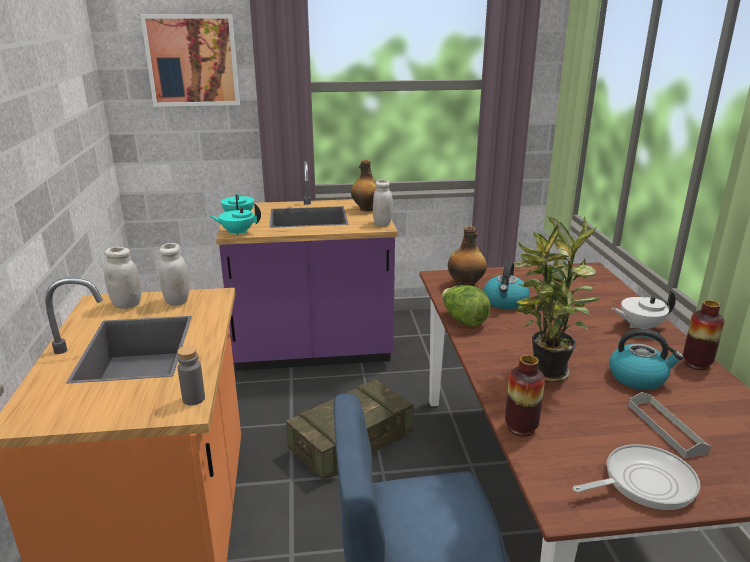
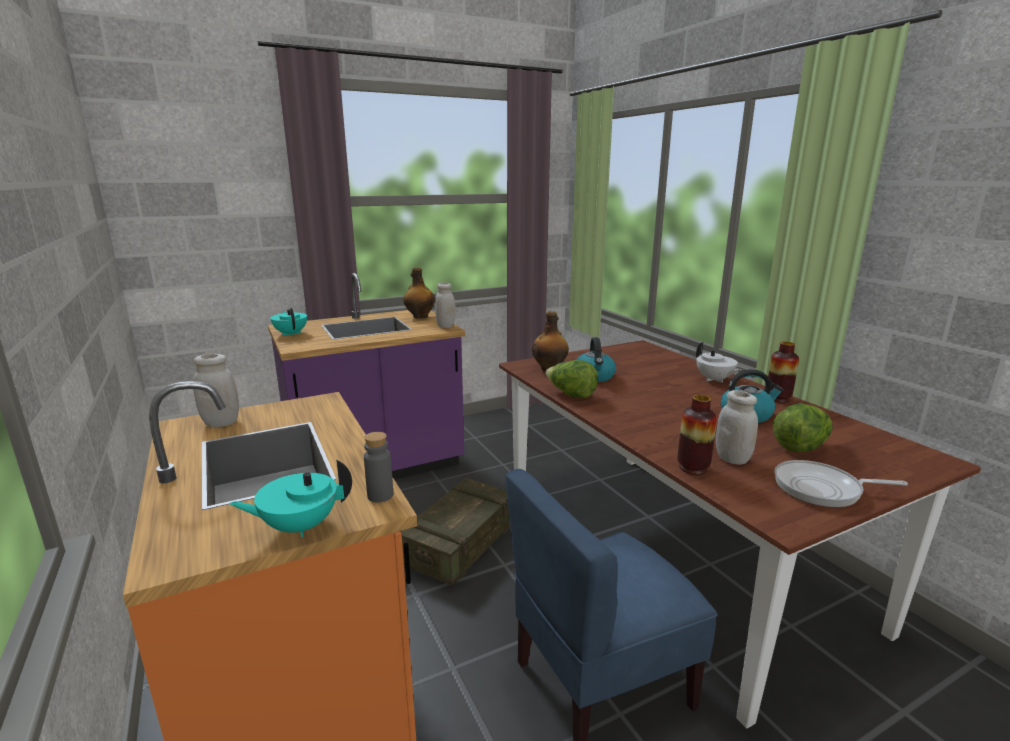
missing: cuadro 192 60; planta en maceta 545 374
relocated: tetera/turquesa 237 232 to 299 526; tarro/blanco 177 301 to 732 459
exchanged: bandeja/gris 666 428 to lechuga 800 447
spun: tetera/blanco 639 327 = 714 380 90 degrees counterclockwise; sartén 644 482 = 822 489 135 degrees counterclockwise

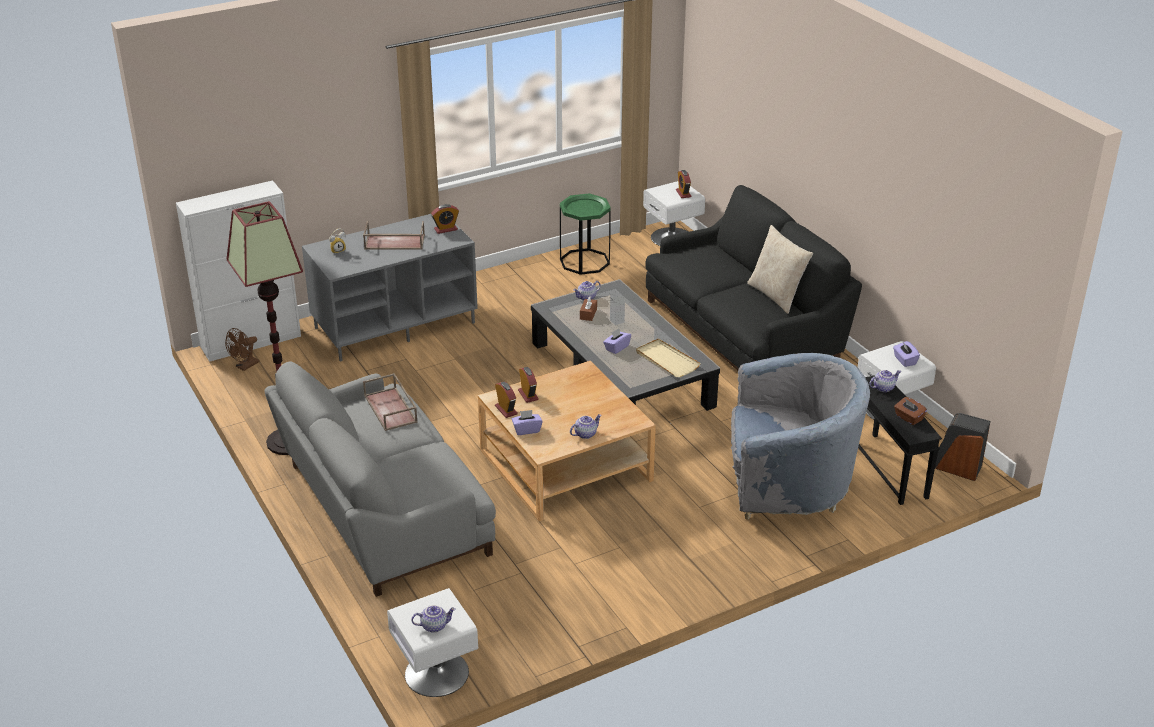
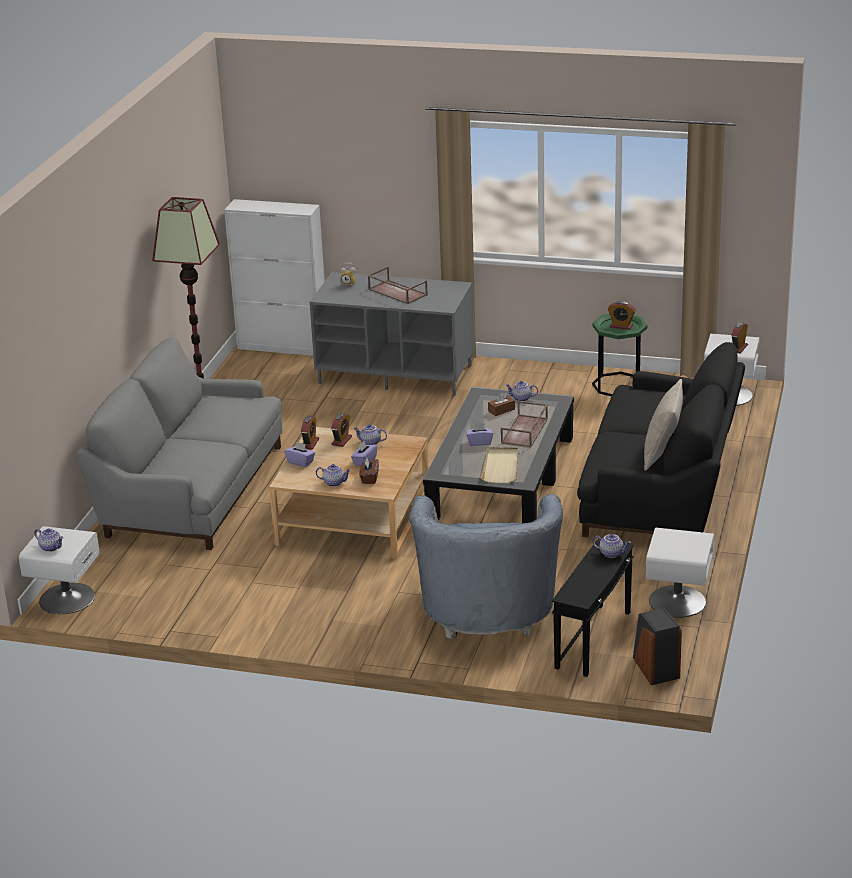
missing: ventilador/marrón 245 366
appeared: tetera 370 443
relocated: caja de pañuelos/morado 904 360 to 364 461; caja de pañuelos/marrón 908 418 to 369 478; bandeja/marrón 391 409 to 525 431; despertador 445 229 to 621 326
spun: sillón/gris 786 486 = 487 611 45 degrees clockwise

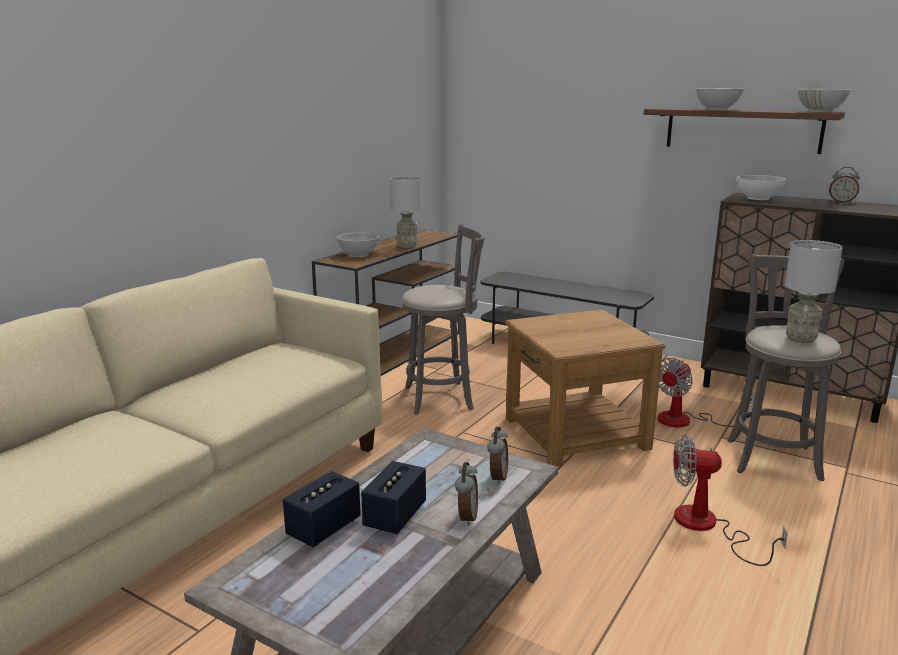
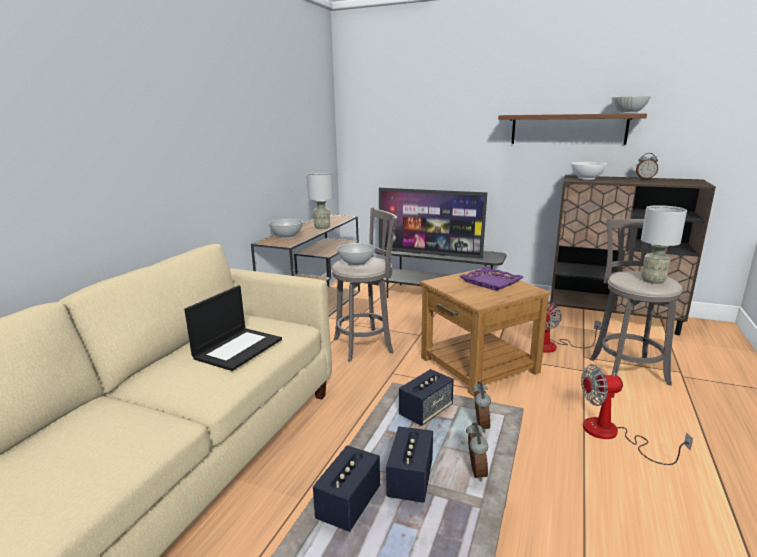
appeared: portátil 238 348; televisor 429 254; altavoz 426 412; bandeja/morado 490 282
relocated: cuenco/blanco 717 109 to 356 264

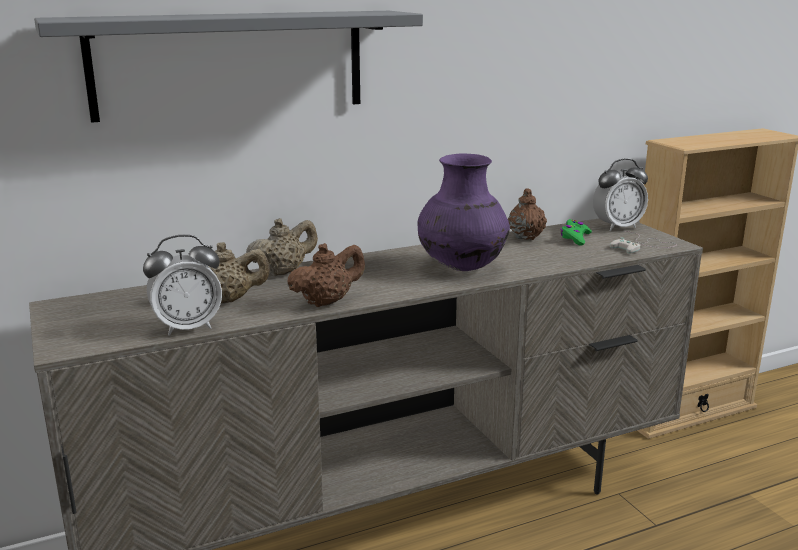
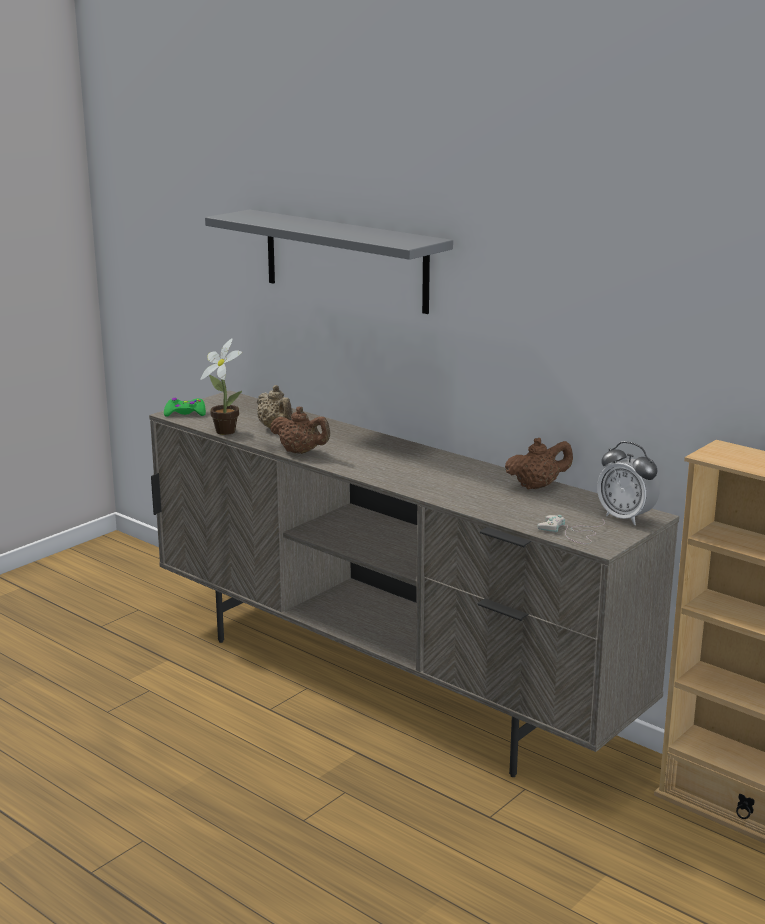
missing: tetera/beis 283 272; florero/morado 461 267
relocated: mando de consola/verde 575 238 to 185 413
exchanged: despertador 188 327 to planta en maceta 224 430

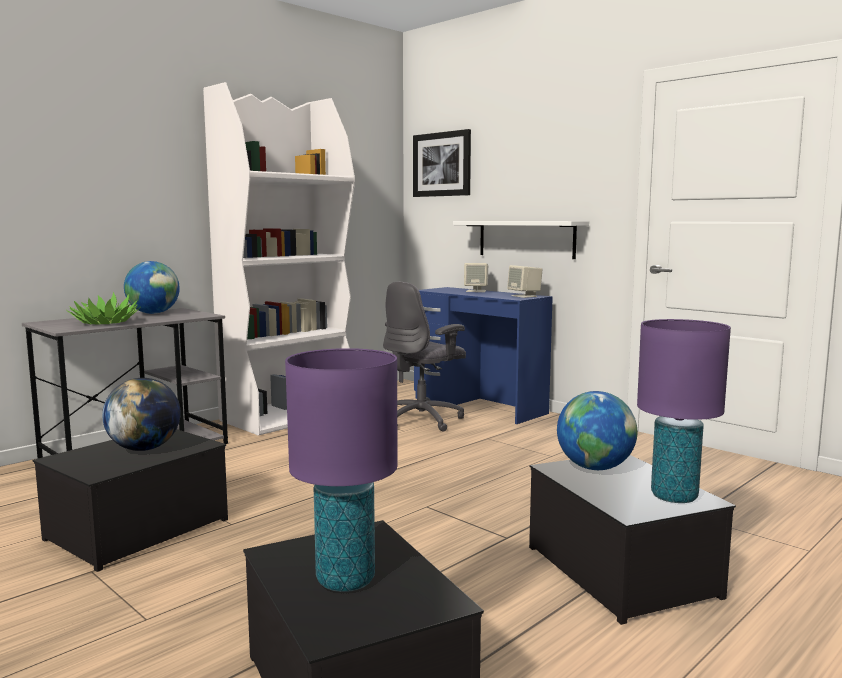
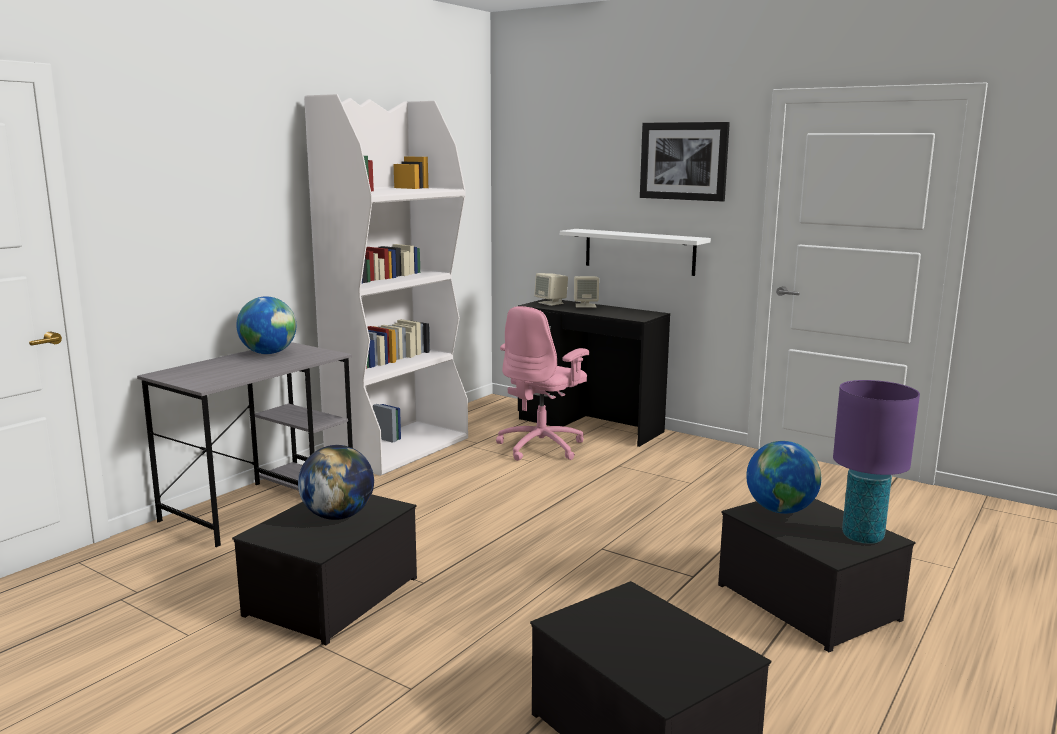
missing: planta en maceta 105 323; lámpara de mesa/morado 345 580
relocated: altavoz/beis 524 296 to 551 303; cuadro 442 164 to 684 161
colour: silla de oficina/gris 422 420 to silla de oficina/rosa 542 447; escritorio/azul 479 406 to escritorio/negro 590 425

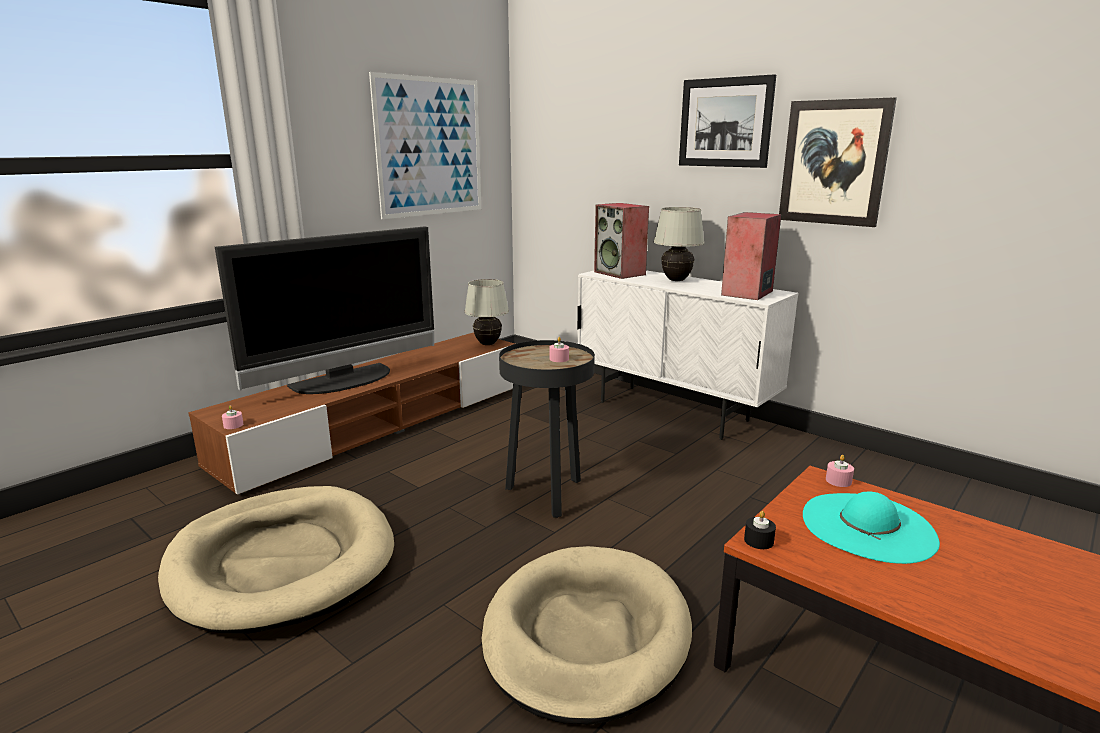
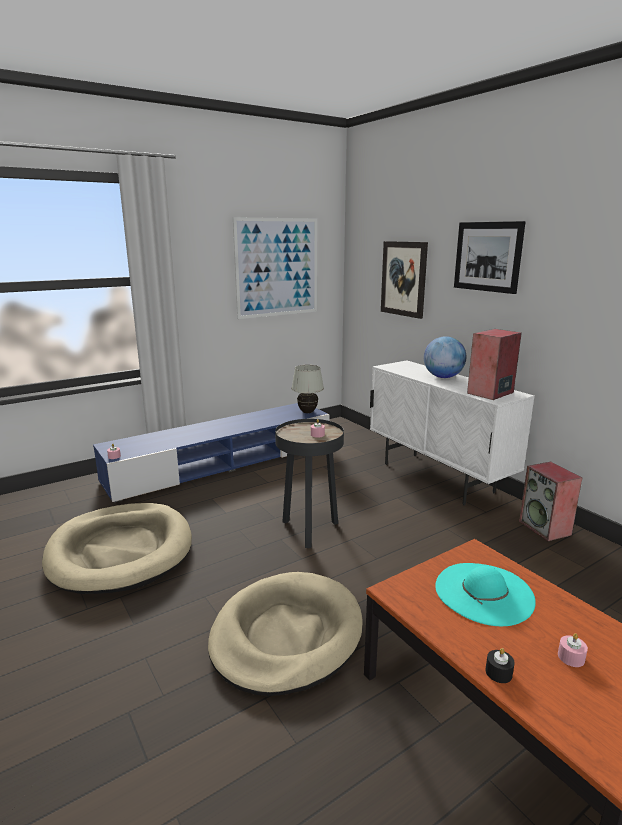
missing: televisor 345 381
relocated: cuadro 834 163 to 404 279; vela/negro 758 541 to 498 672; altavoz 620 273 to 545 528; vela/rosa 838 481 to 571 657
exchanged: lámpara de mesa/blanco 676 280 to globo terráqueo 443 377
colour: mueble de televisión/marrón 381 423 to mueble de televisión/azul 222 463

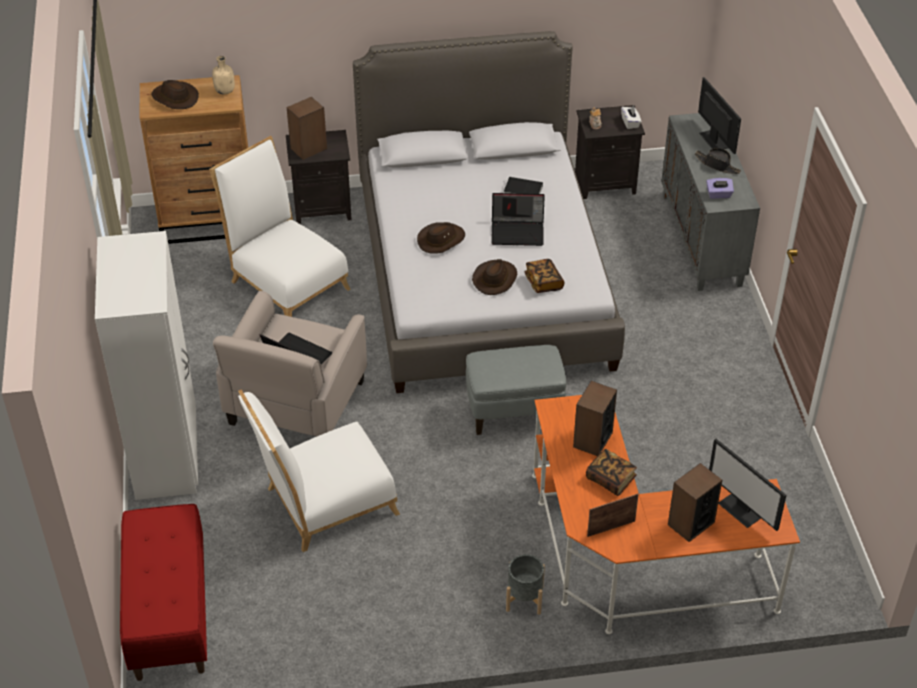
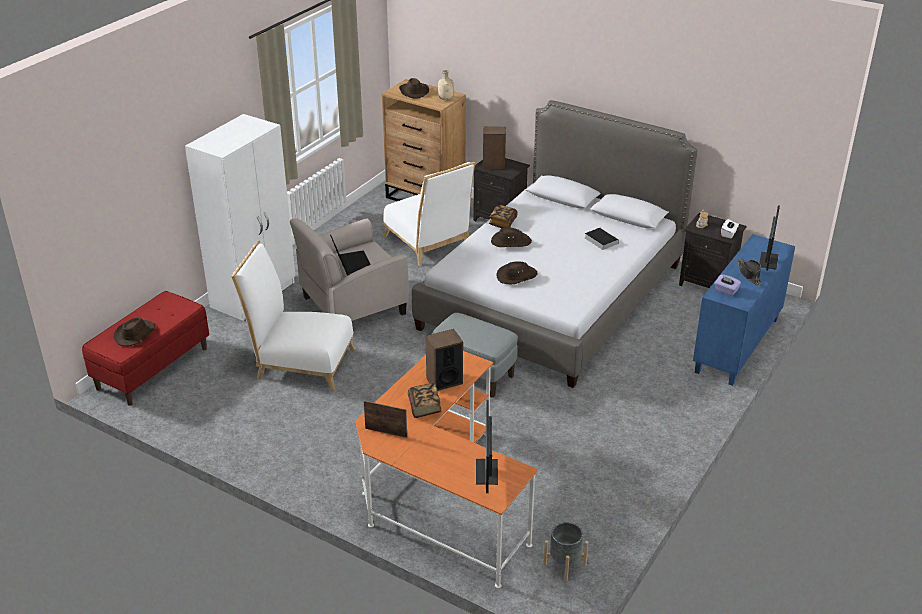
missing: portátil 518 231; altavoz 690 523
appeared: sombrero/marrón 135 334
relocated: libro 543 282 to 503 223; maceta/gris 525 599 to 565 565
colour: armario/gris 702 240 to armario/azul 737 346
spun: silla/blanco 285 281 = 429 244 150 degrees clockwise

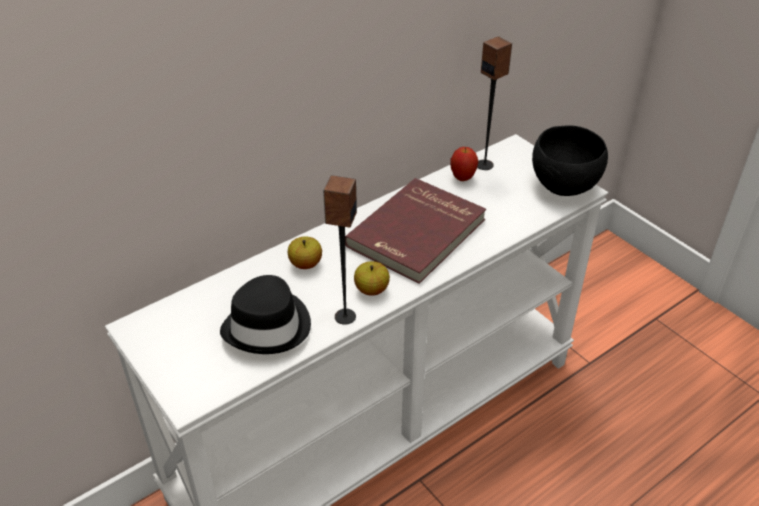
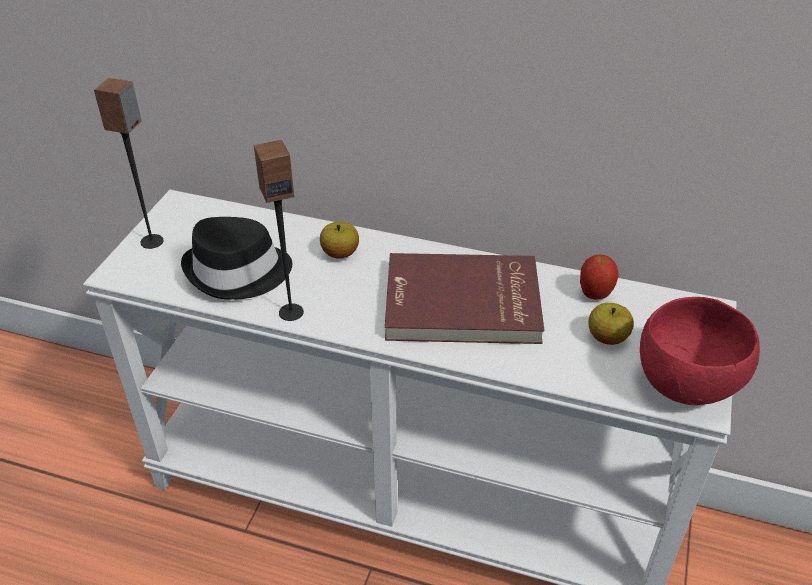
relocated: altavoz 485 165 to 152 242; manzana 371 290 to 607 337
colour: cuenco/negro 564 186 to cuenco/rojo 687 385

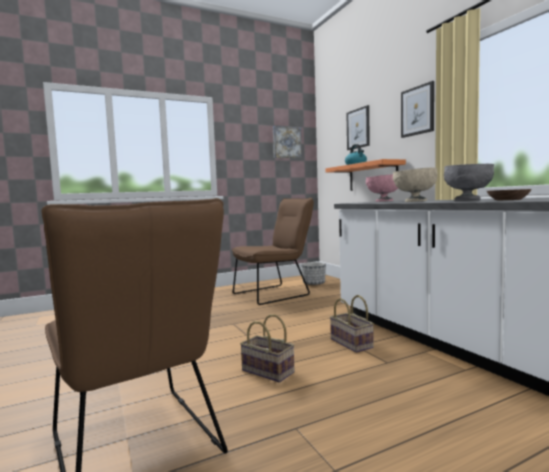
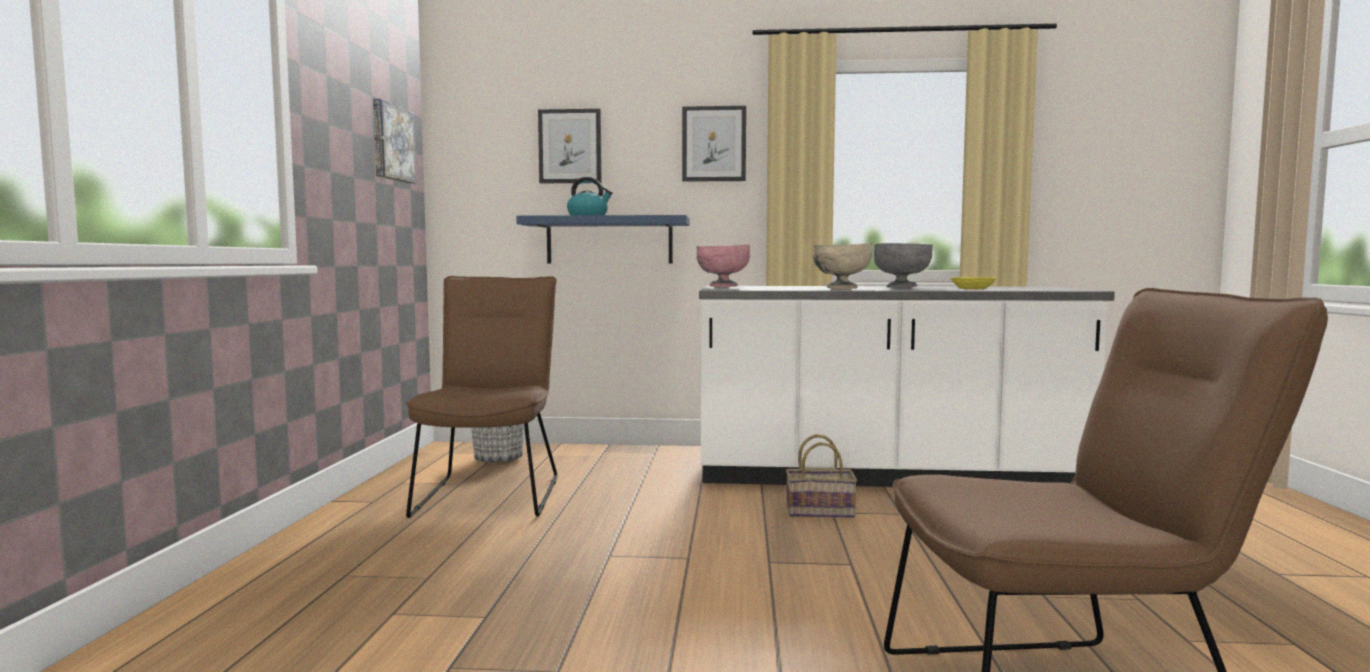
missing: cesta 266 371
colour: estante/naranja 372 176 to estante/azul 609 240; cuenco/marrón 509 200 to cuenco/amarillo 973 288

